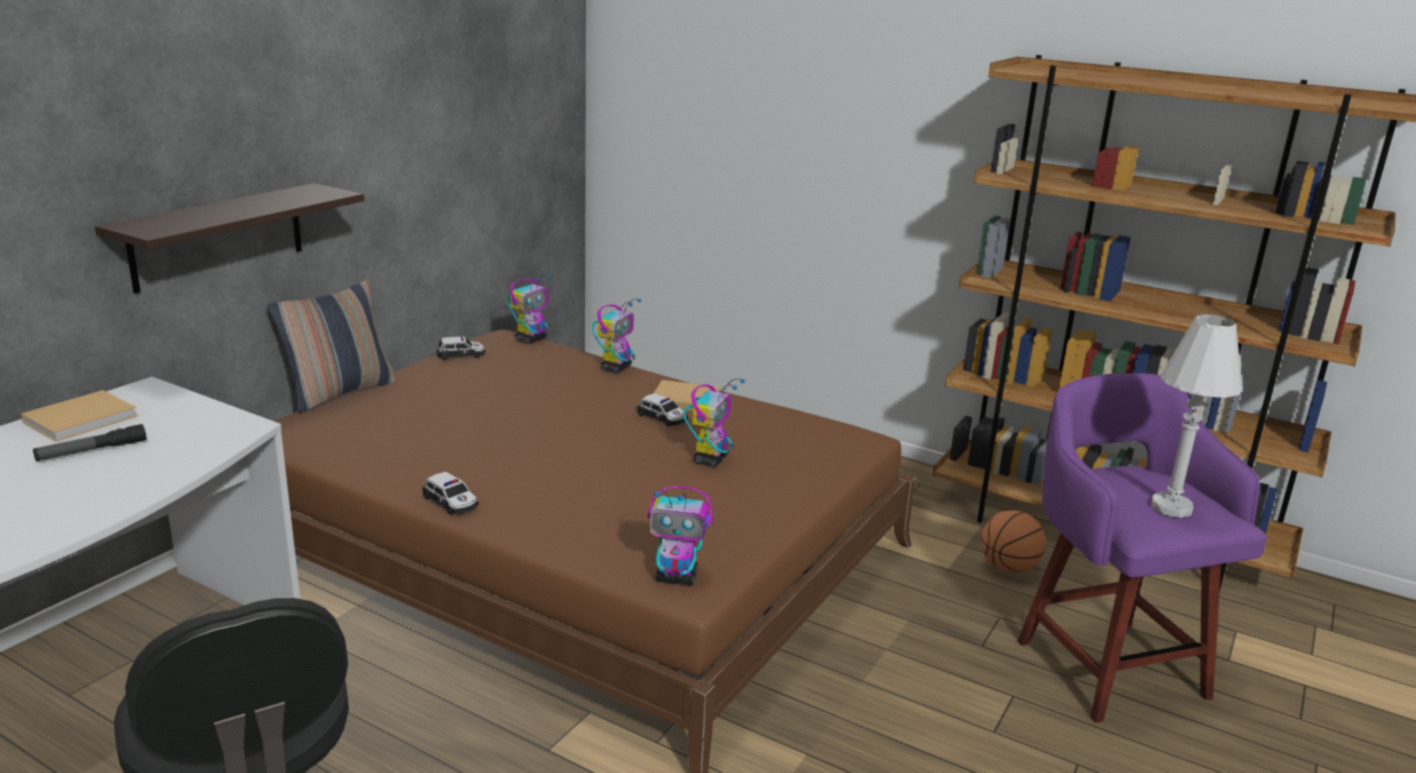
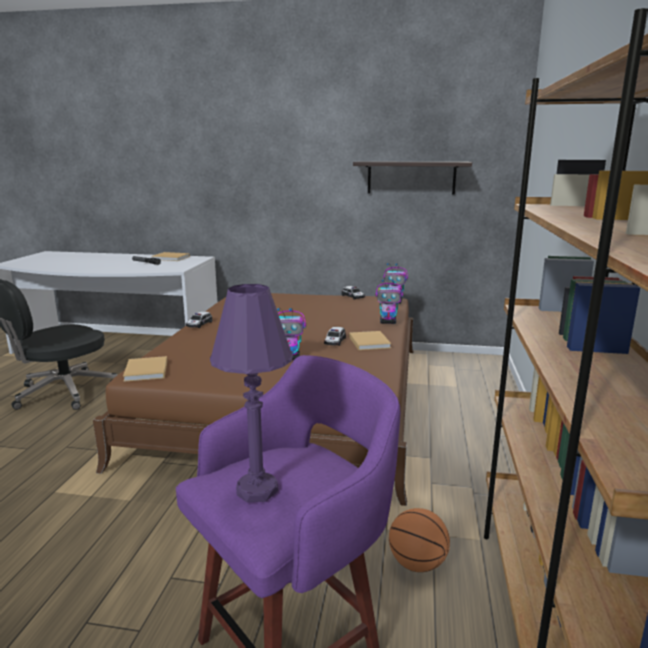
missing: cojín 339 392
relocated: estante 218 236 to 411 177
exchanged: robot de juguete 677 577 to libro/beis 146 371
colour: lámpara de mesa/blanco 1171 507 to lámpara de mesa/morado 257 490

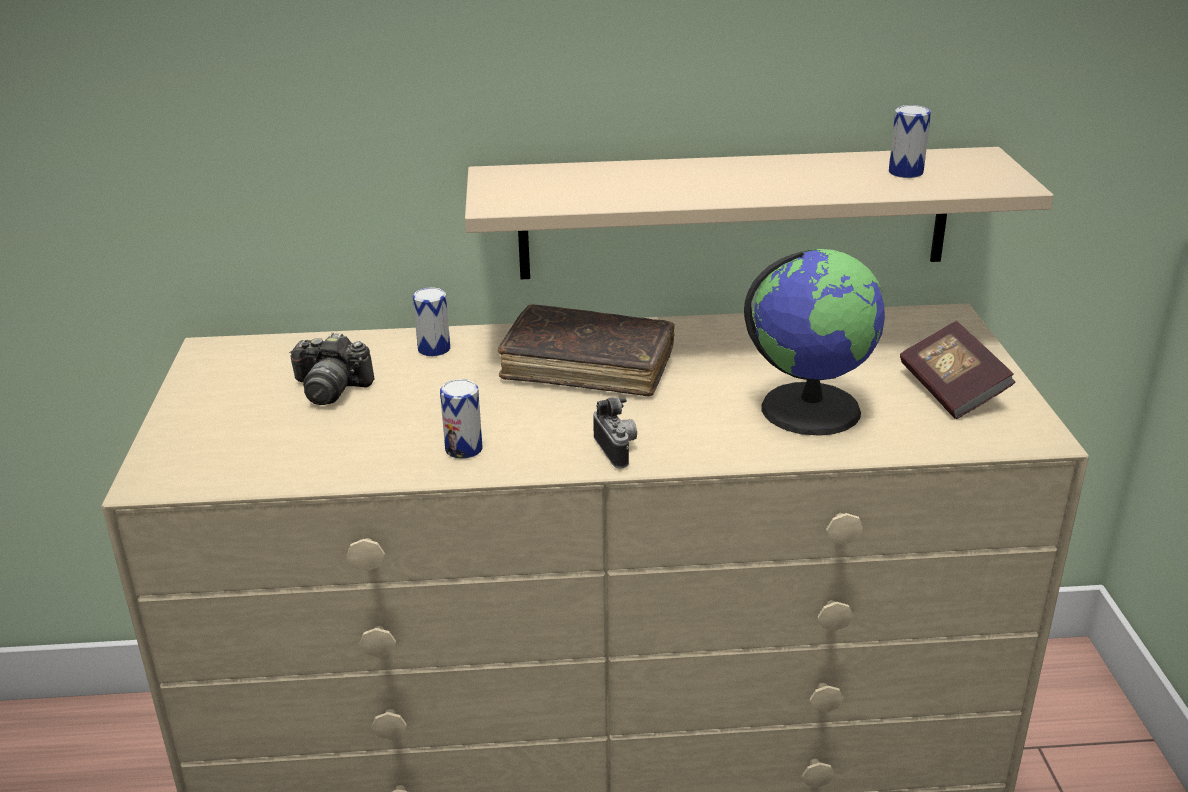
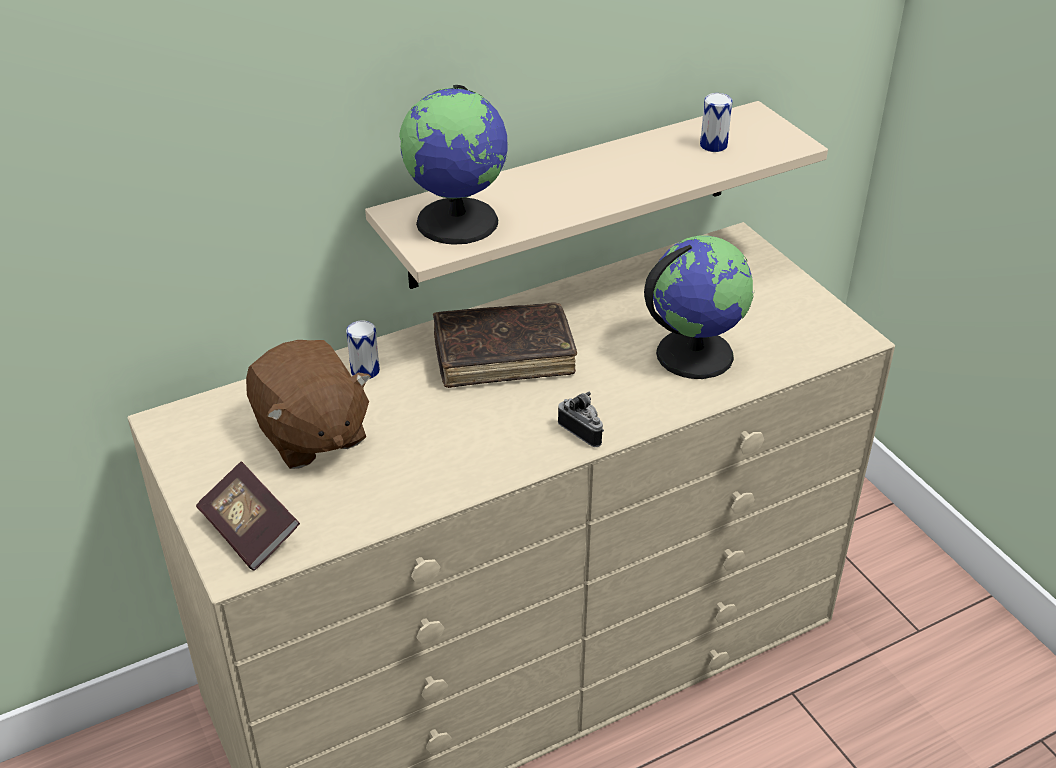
missing: lata 464 449
appeared: globo terráqueo 459 221
relocated: libro 952 390 to 250 531
exchanged: cámara 331 389 to peluche/marrón 311 435

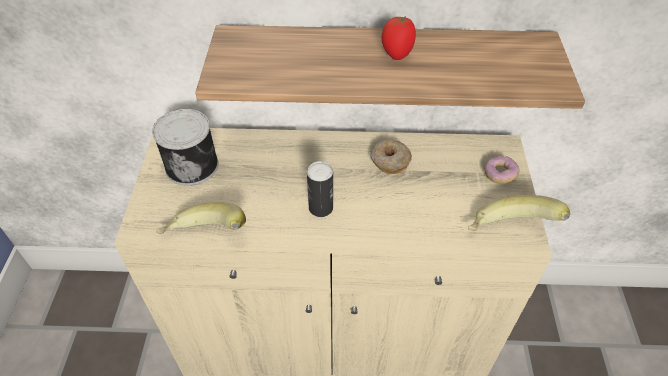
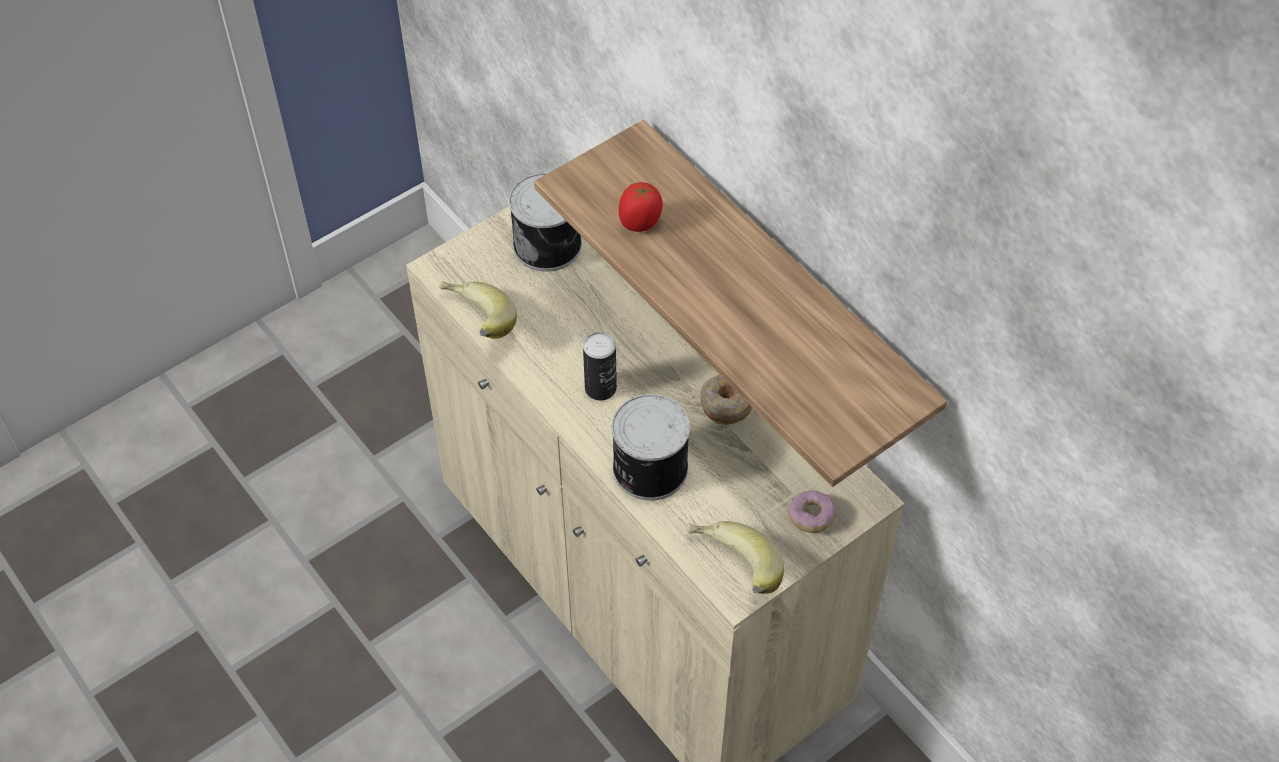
appeared: lata 648 468
relocated: tomate 396 54 to 640 223

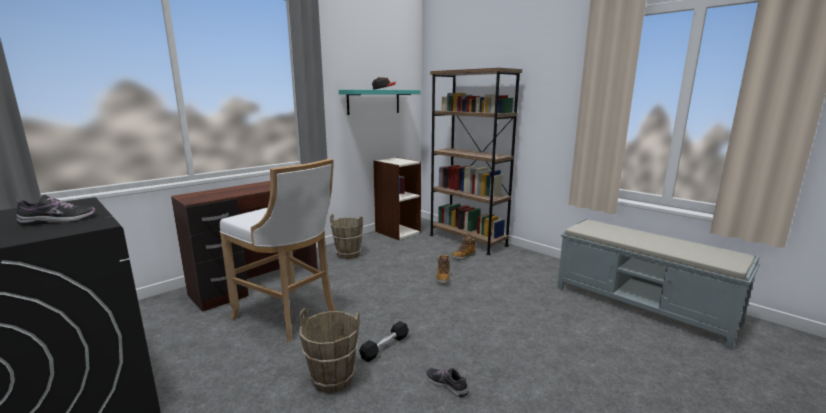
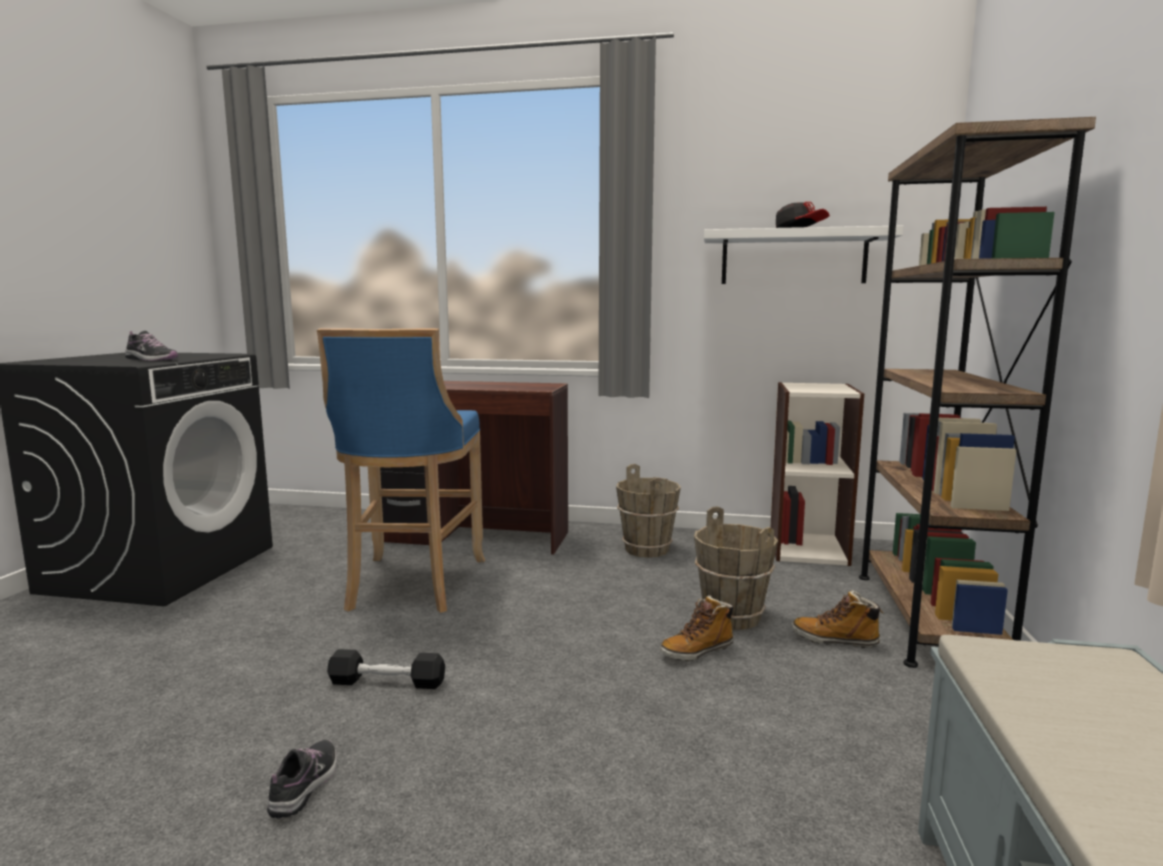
relocated: cubo/marrón 332 379 to 731 617
colour: taburete/blanco 289 316 to taburete/azul 412 586; estante/turquesa 373 102 to estante/blanco 793 258

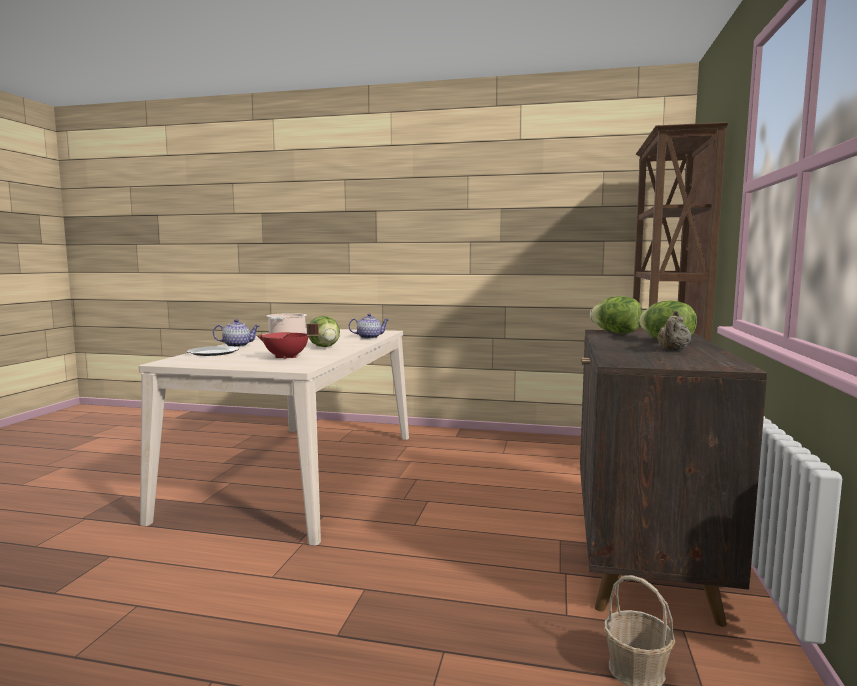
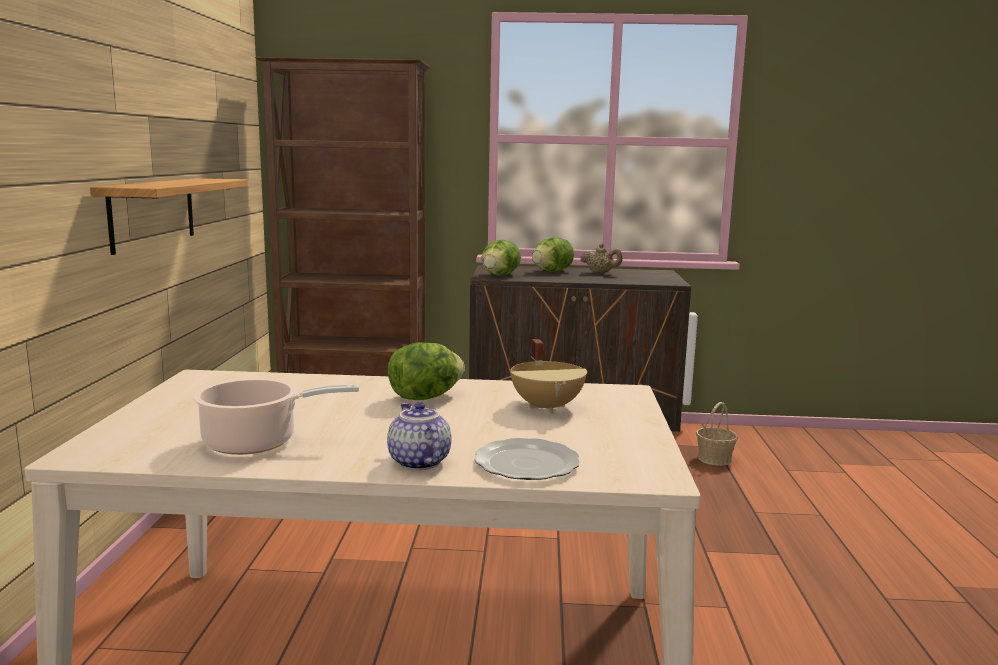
missing: tetera 369 337
appeared: estante 153 213
colour: olla/rojo 286 357 to olla/beis 548 407

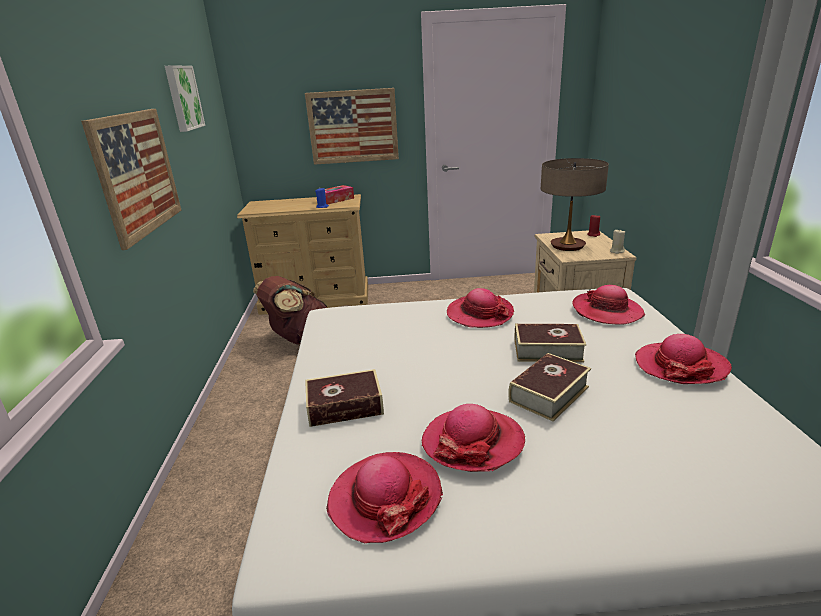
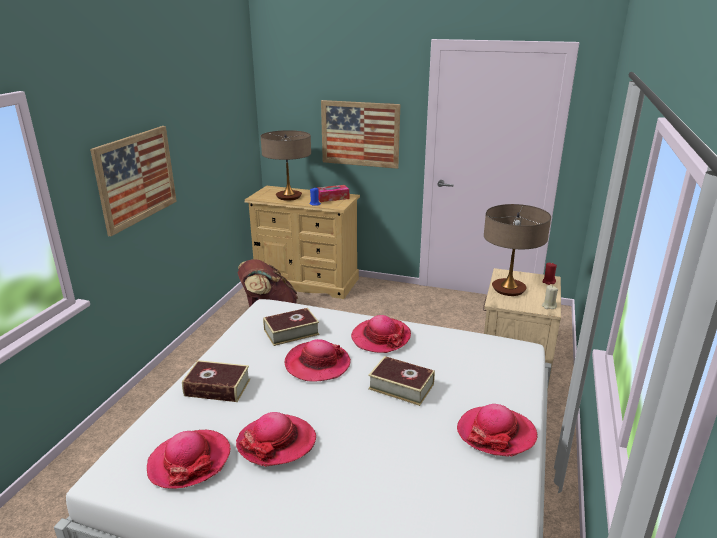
missing: cuadro 182 98
appeared: lámpara de mesa 289 197
relocated: libro 549 394 to 291 332; sombrero 607 311 to 317 364

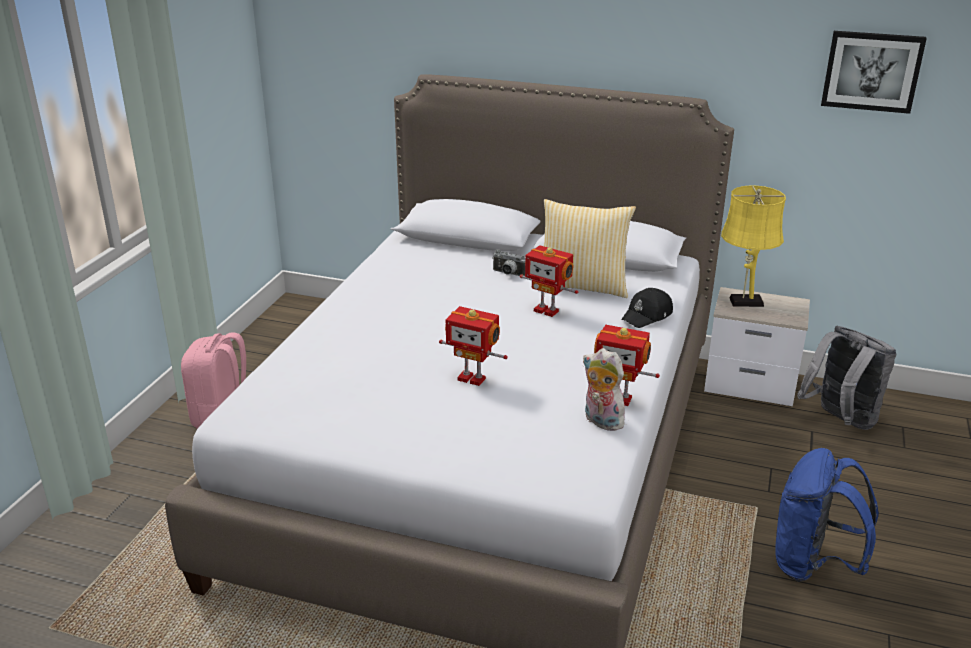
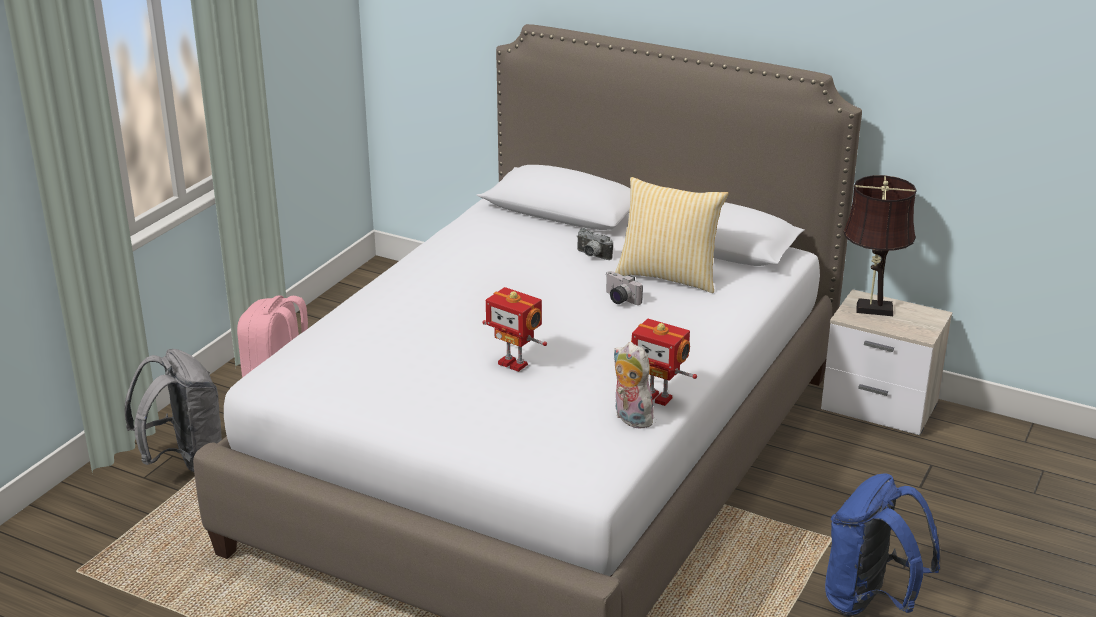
missing: gorra/negro 647 316; cuadro 872 71
relocated: mochila/gris 840 421 to 185 461
exchanged: robot de juguete 547 310 to cámara 619 299
colour: lámpara de mesa/amarillo 742 302 to lámpara de mesa/marrón 870 309

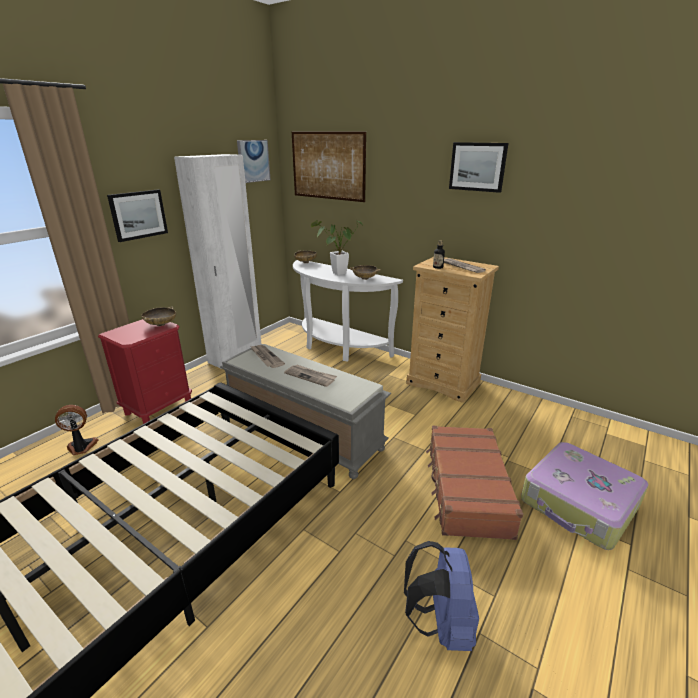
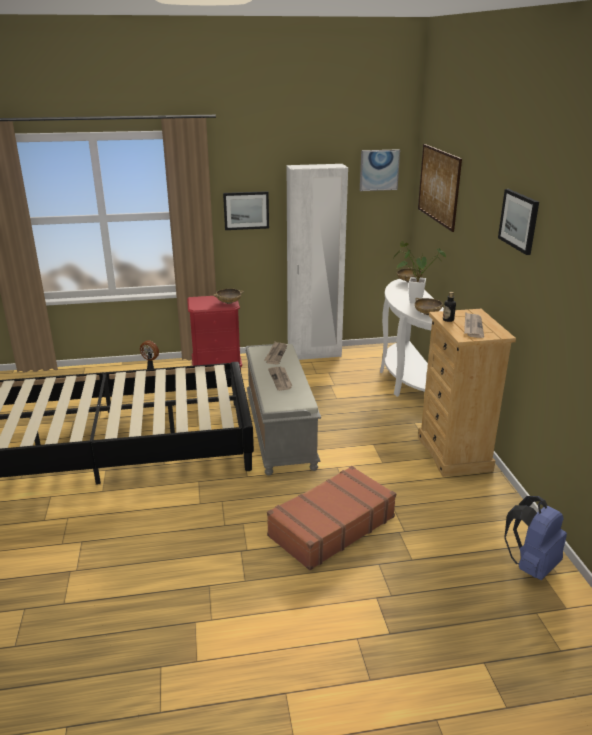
missing: maleta 579 504
relocated: mochila/azul 440 623 to 531 565

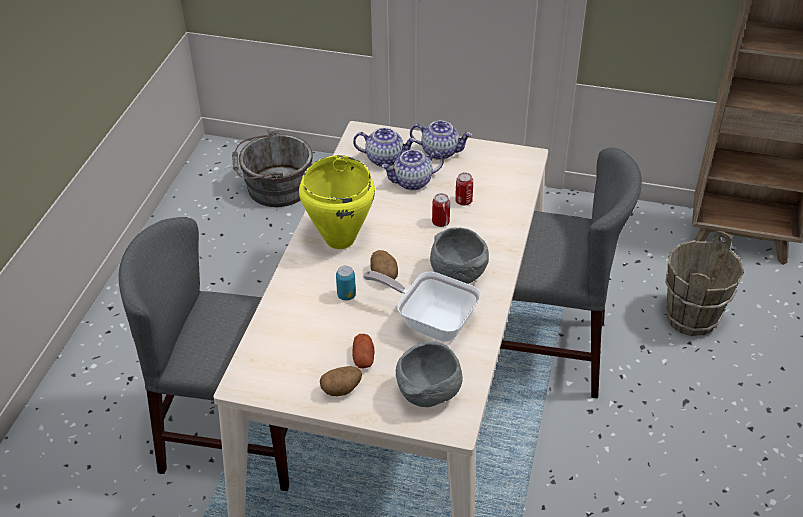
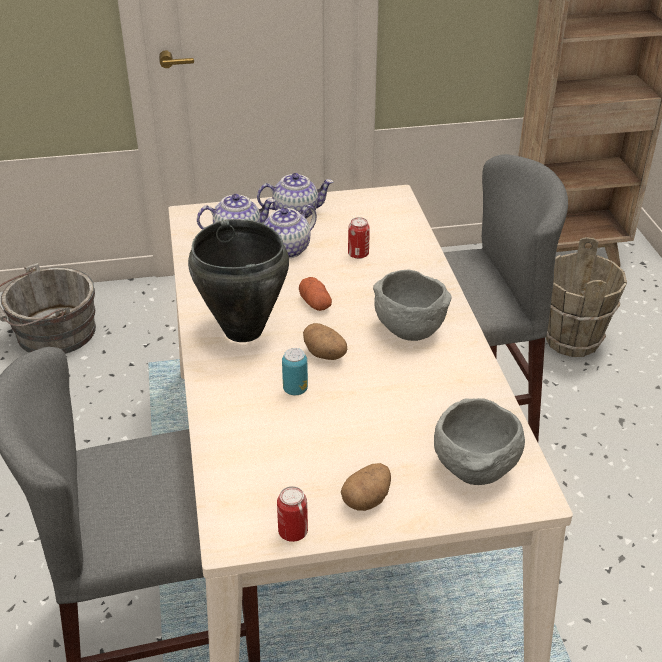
missing: sartén 430 321
relocated: lata 440 222 to 293 532; patata 363 358 to 315 303
colour: olla/amarillo 339 239 to olla/negro 243 331

